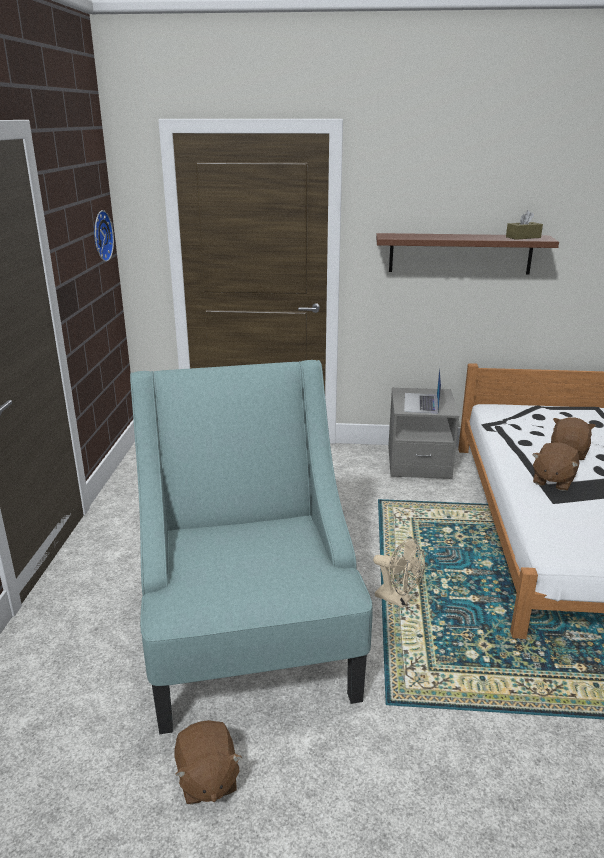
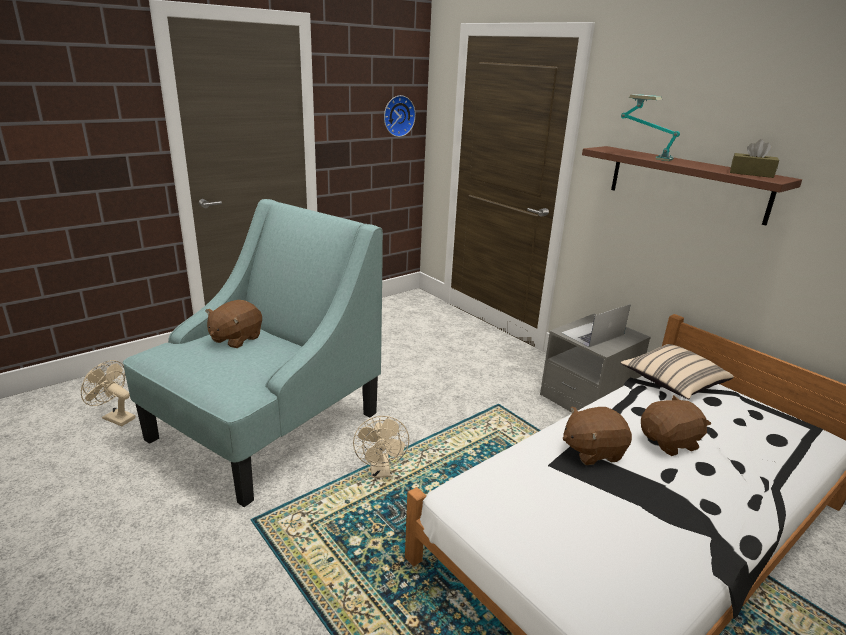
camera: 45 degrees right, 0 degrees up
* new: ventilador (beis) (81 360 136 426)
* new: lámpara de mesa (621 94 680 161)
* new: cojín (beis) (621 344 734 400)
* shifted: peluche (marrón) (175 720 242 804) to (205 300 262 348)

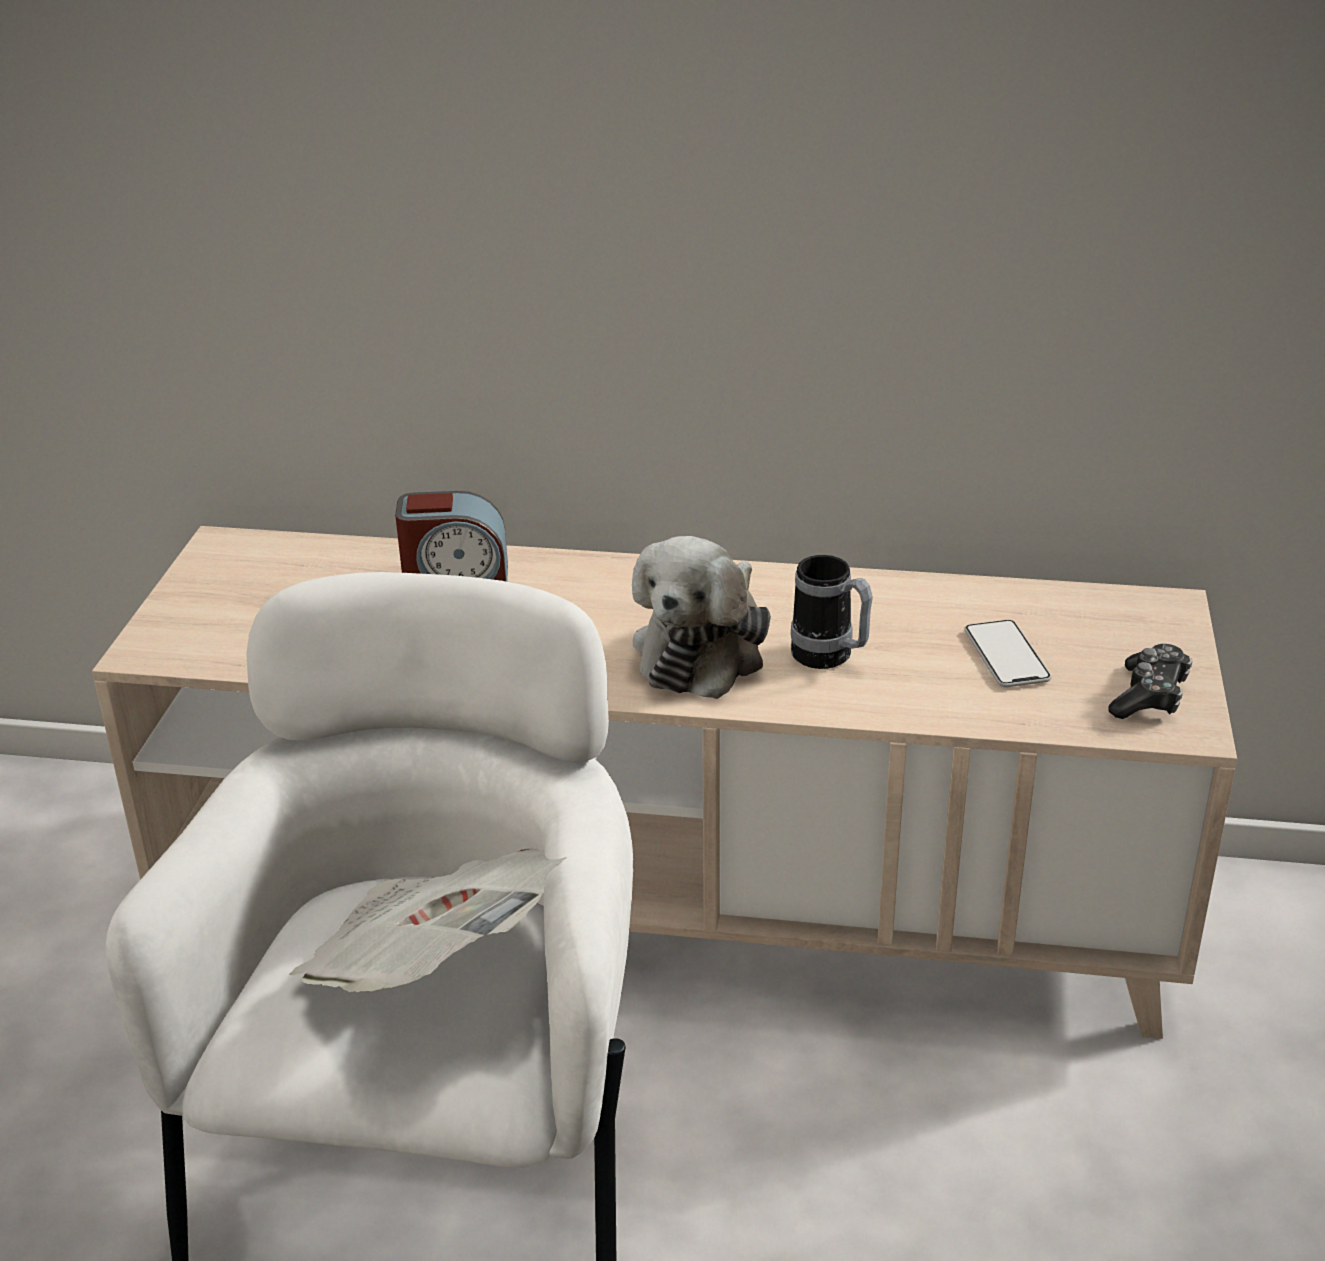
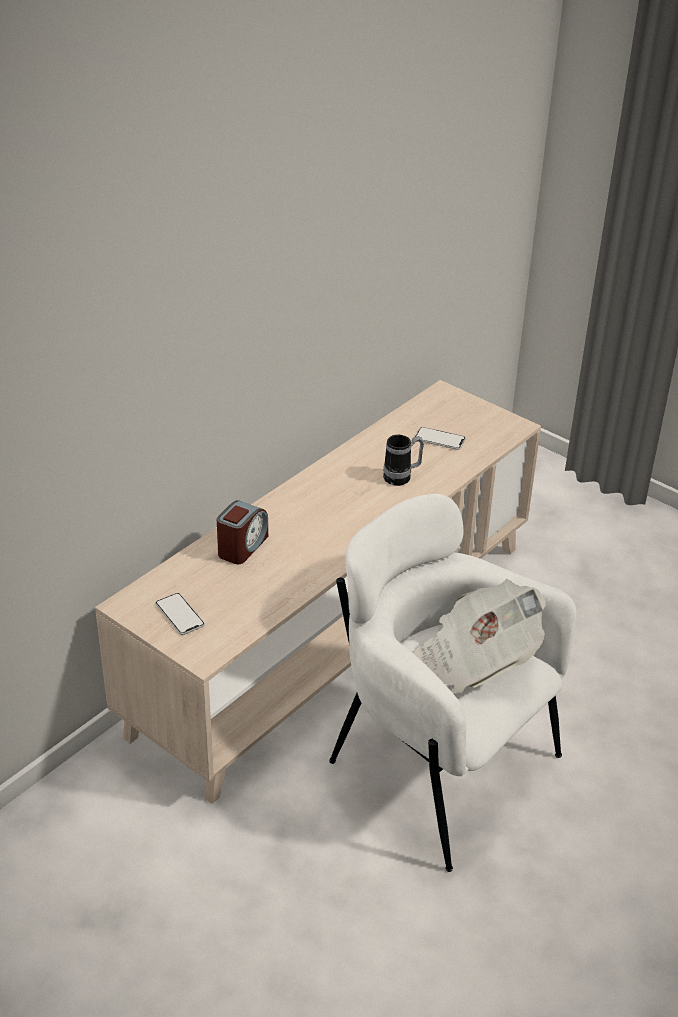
camera: 60 degrees left, 5 degrees up
* gone: peluche (632 536 771 699)
* gone: mando de consola (1108 644 1192 719)
* new: móvil (155 593 205 635)

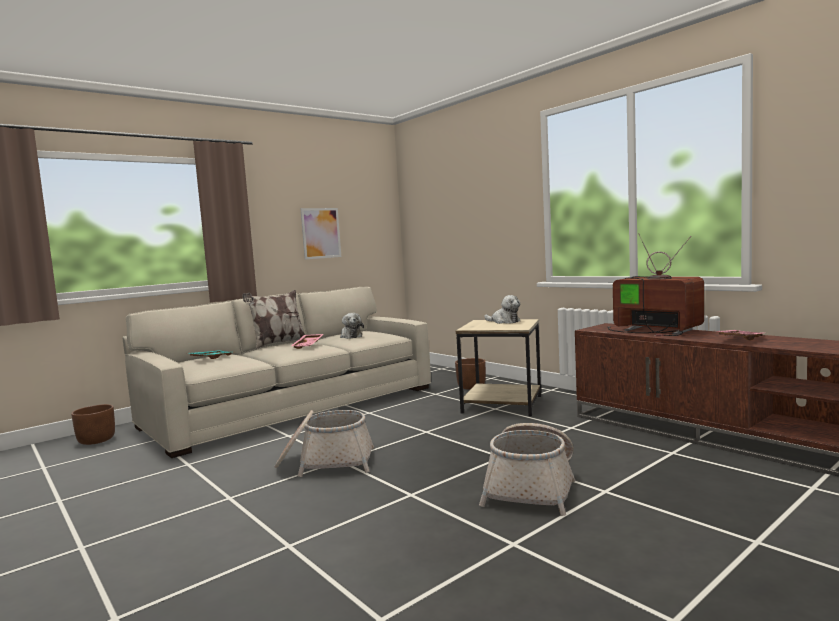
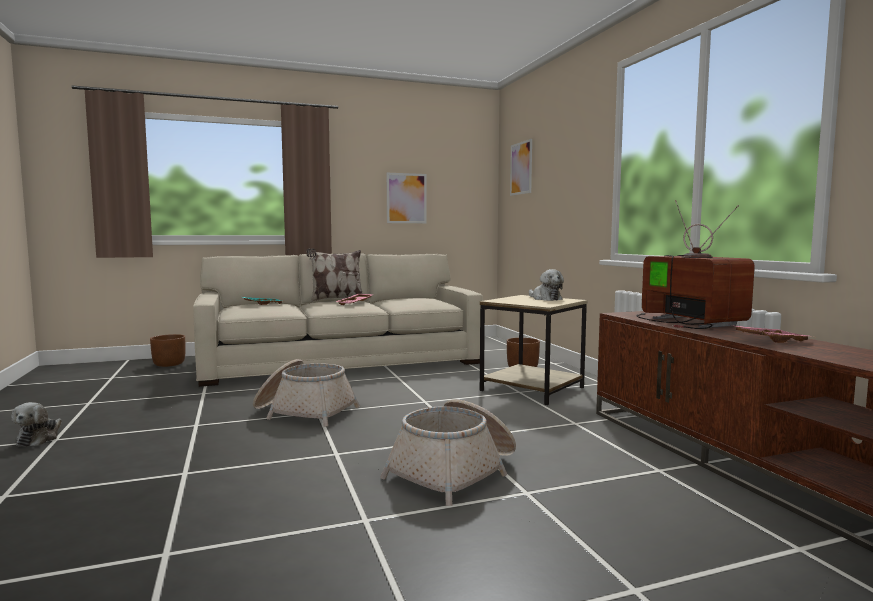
camera: 20 degrees right, 0 degrees up
* new: cuadro (510 139 532 196)
* shifted: peluche (340 313 364 339) to (11 402 62 447)

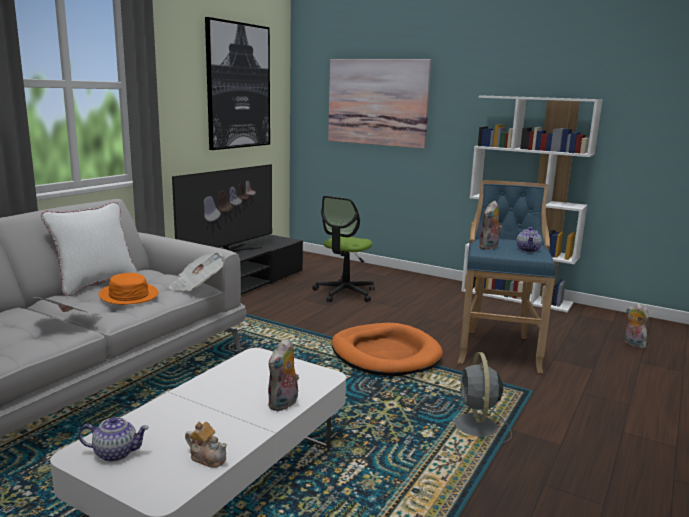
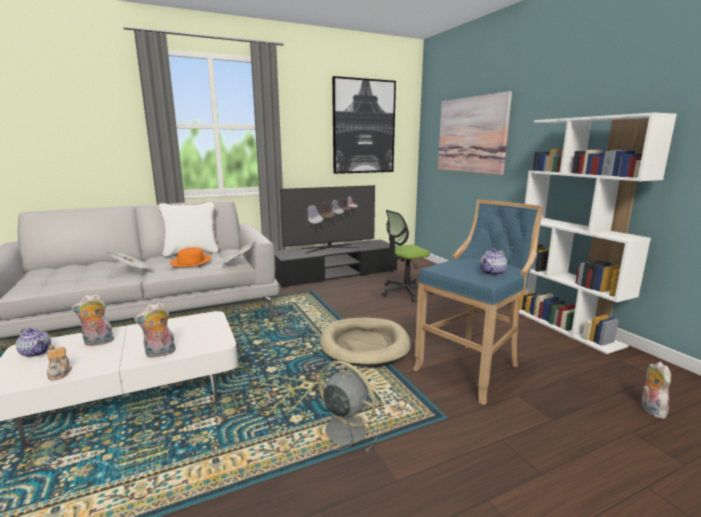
camera: 35 degrees right, 0 degrees up
* shifted: peluche (478 200 502 250) to (72 294 114 346)
* repainted: cama para perro (naranja) (332 323 443 376) to cama para perro (beis) (320 318 411 367)
* rotated: ventilador (gris) (445 352 512 443) = (319 361 379 452) 90 degrees clockwise

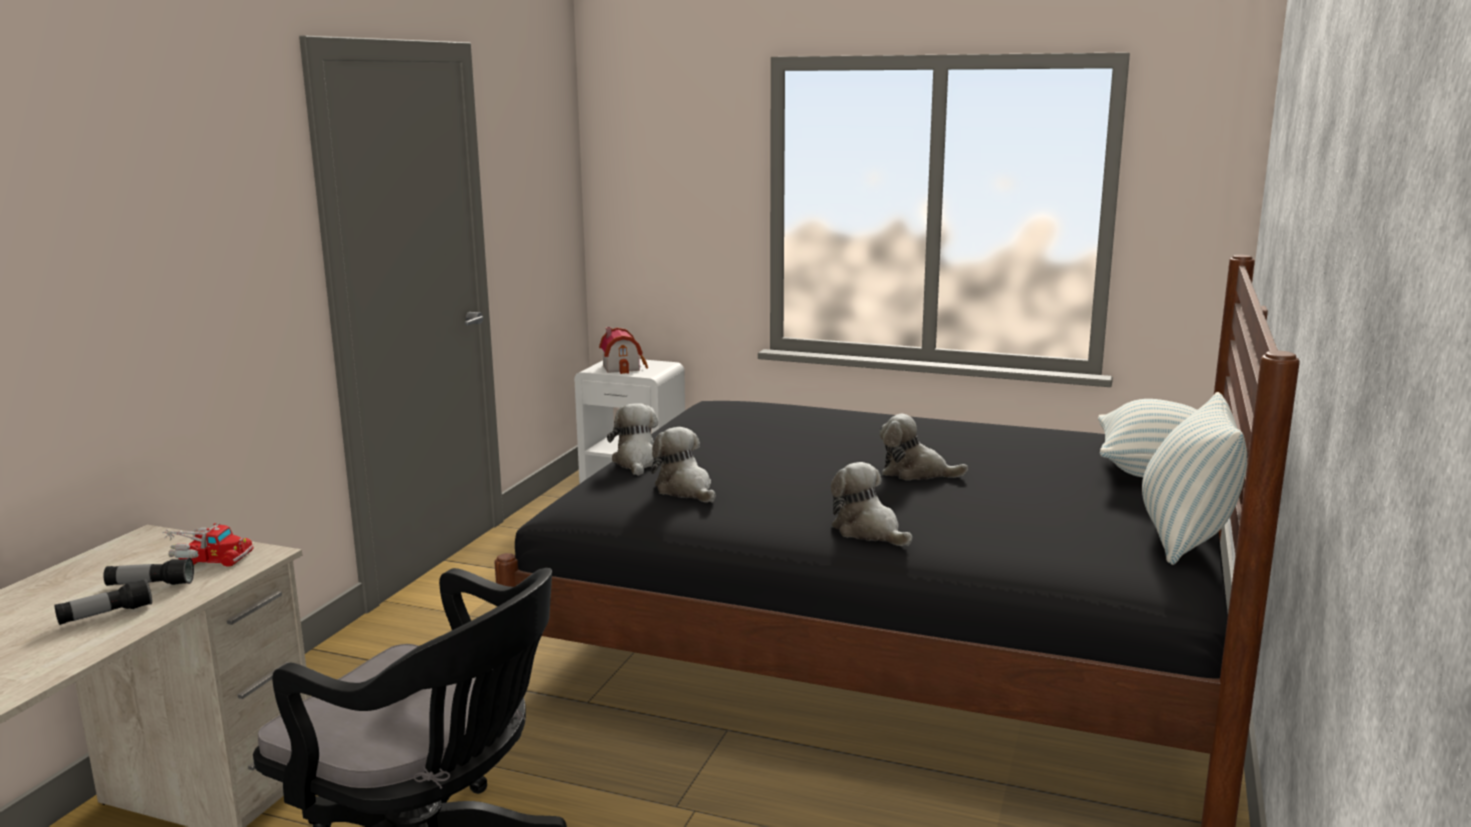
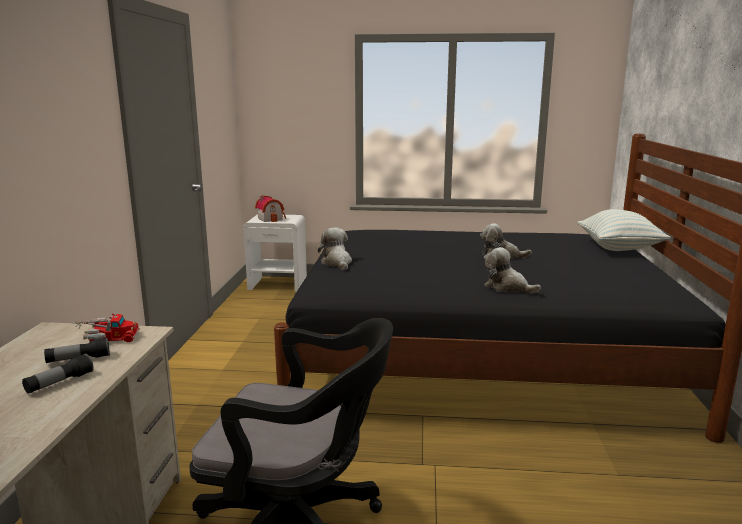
camera: 15 degrees left, 0 degrees up
* gone: peluche (651 427 716 503)
* gone: cojín (1142 392 1247 565)

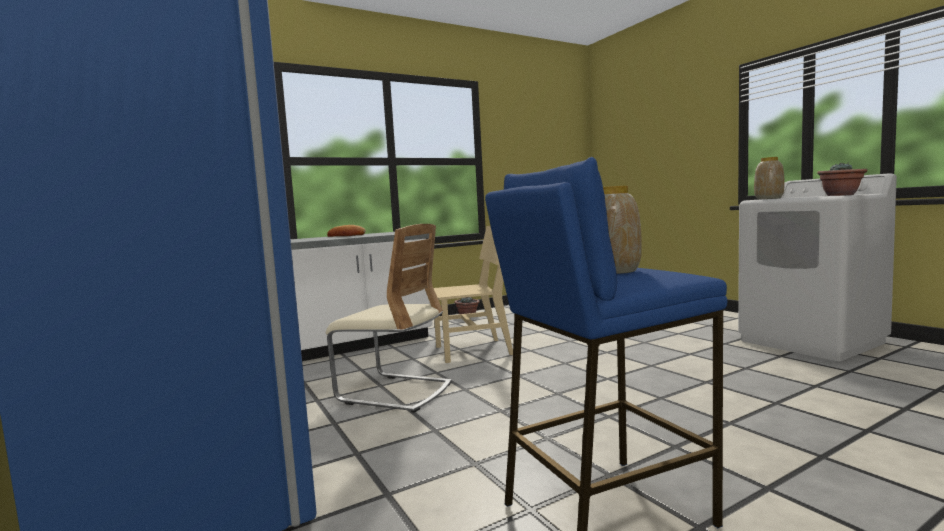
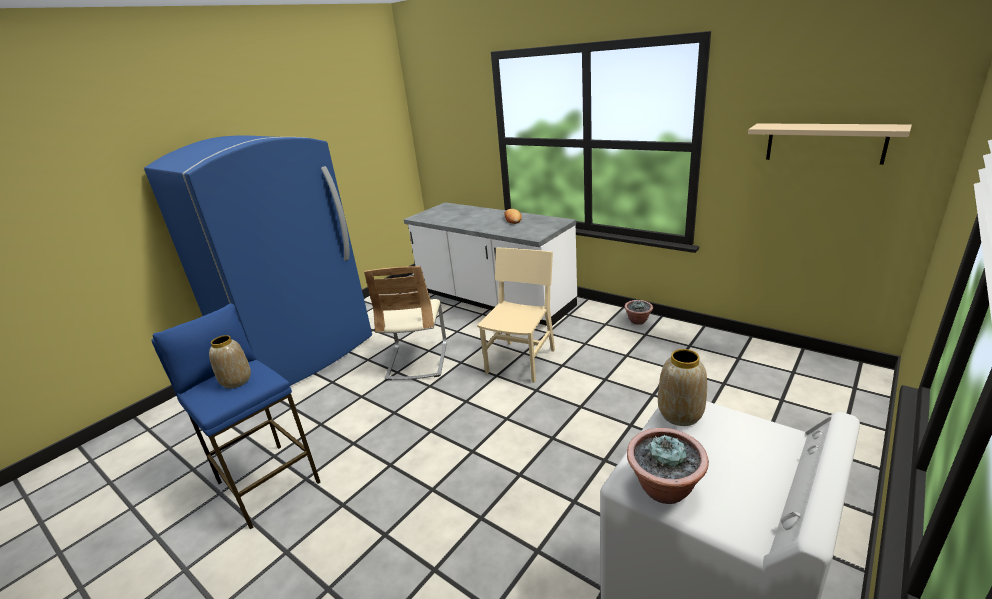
camera: 70 degrees right, 20 degrees up
* new: estante (beis) (748 123 912 165)
* rotated: silla (beis) (434 226 513 363) = (477 248 555 383) 120 degrees counterclockwise

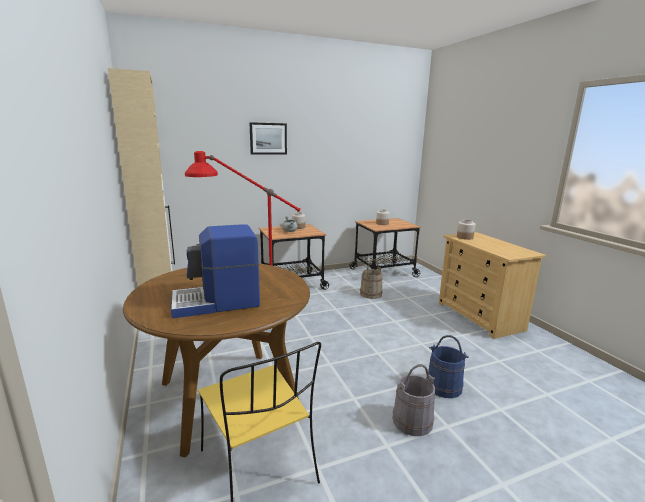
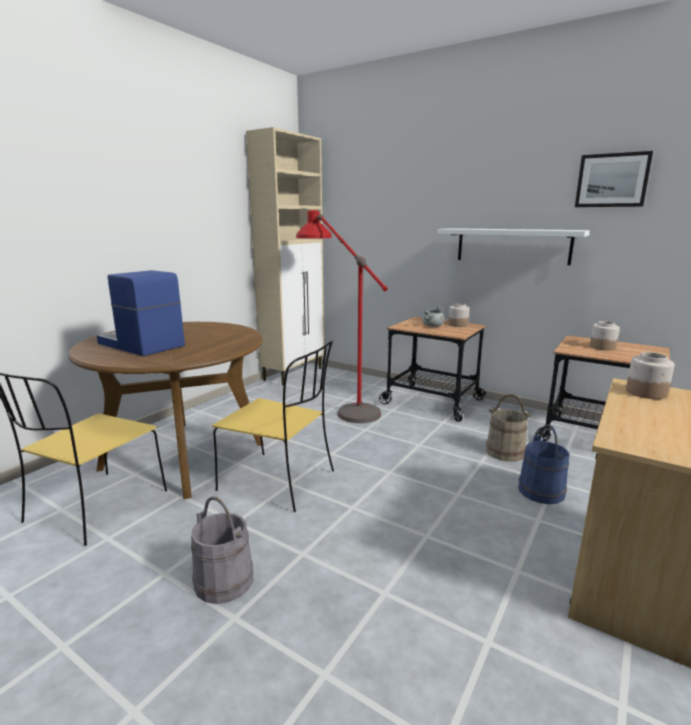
camera: 55 degrees right, 0 degrees up
* new: silla (amarillo) (212 341 334 512)
* new: estante (blanco) (437 228 590 265)
* shifted: cuadro (249 122 287 155) to (575 151 653 207)
* shifted: cubo (azul) (426 335 469 398) to (518 424 569 504)

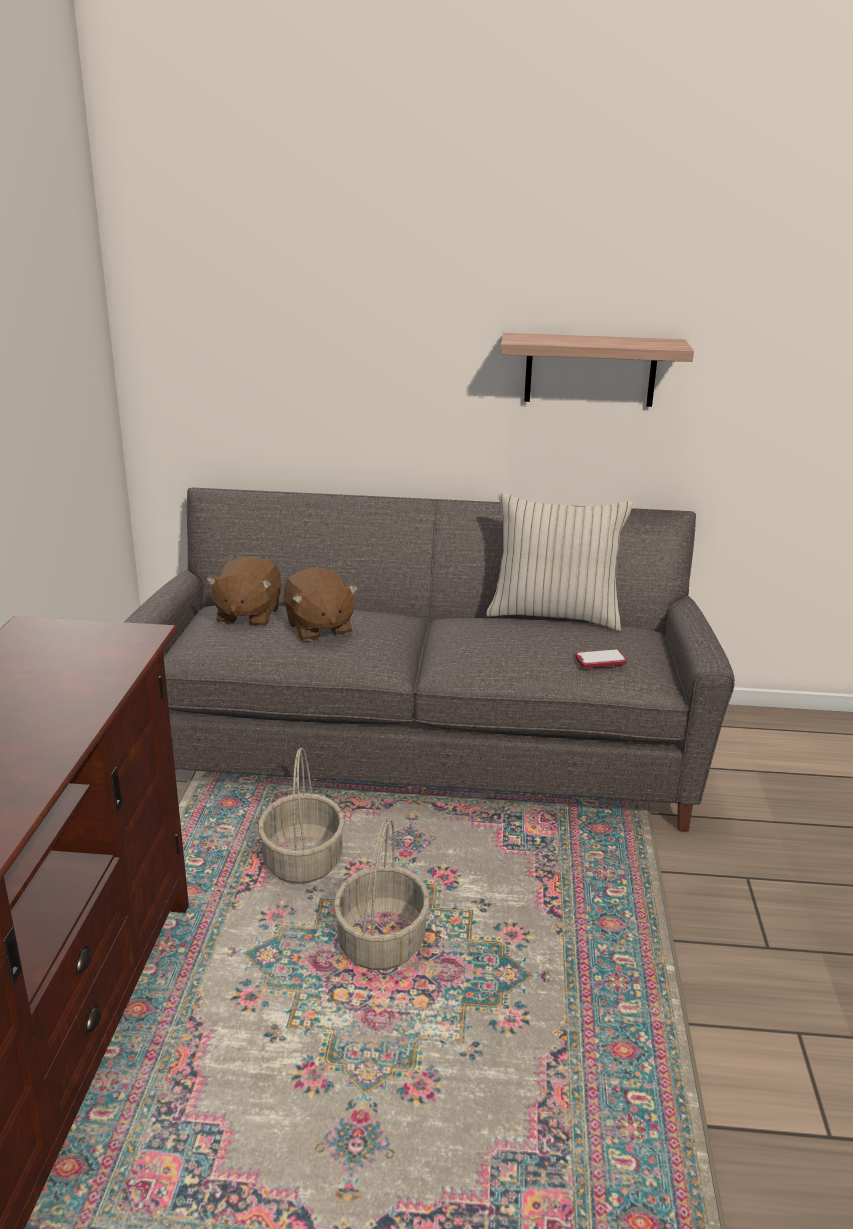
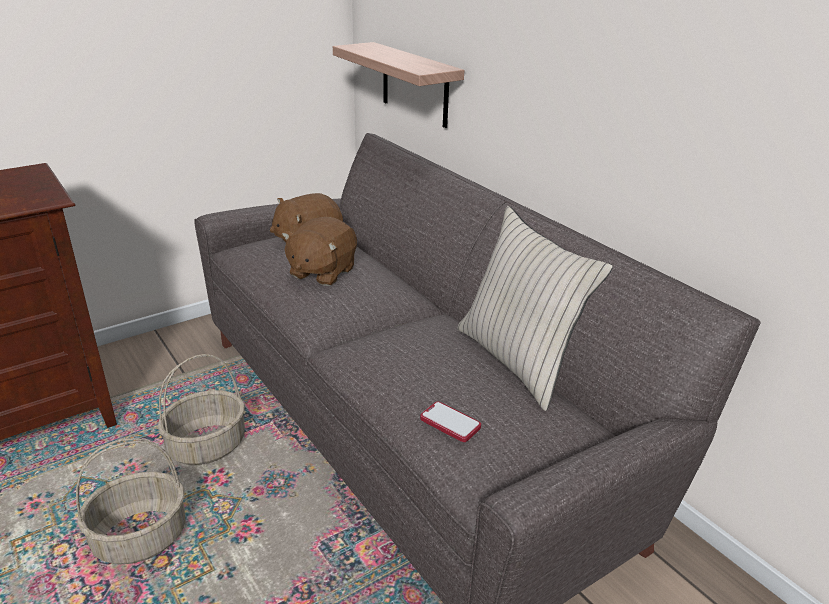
camera: 50 degrees right, 5 degrees up
* shifted: estante (501 333 694 407) to (333 42 464 128)

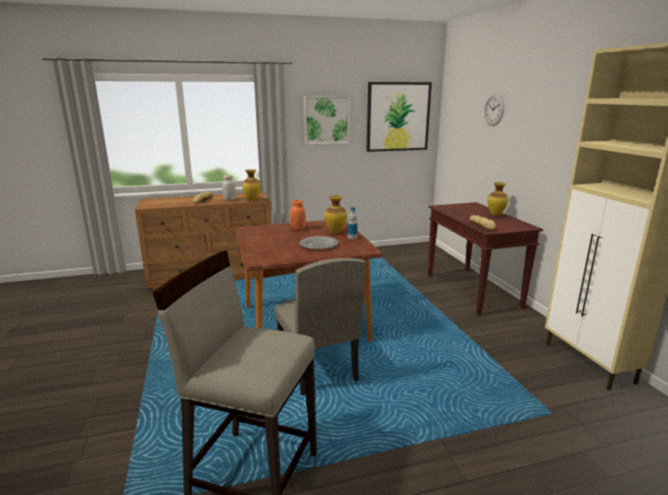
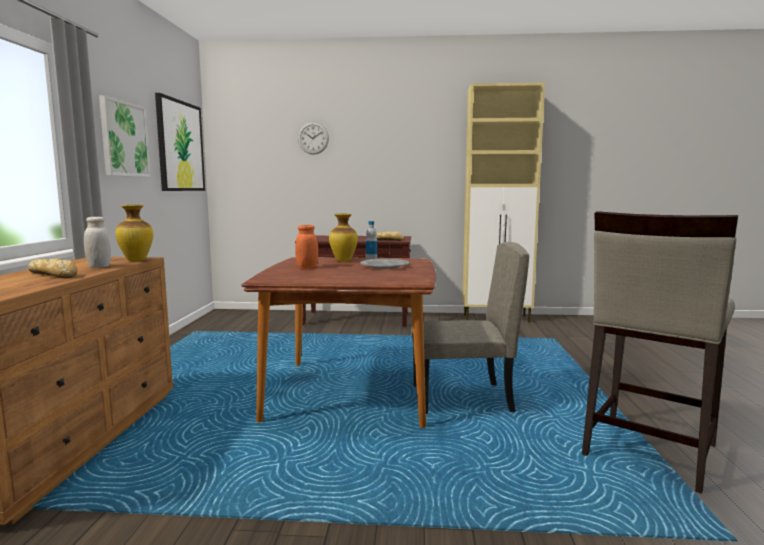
camera: 70 degrees left, 10 degrees down
* gone: florero (487 182 508 216)

